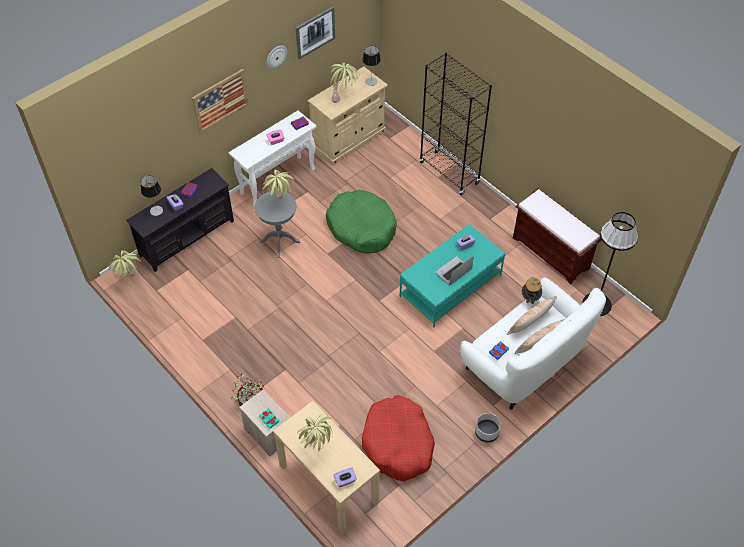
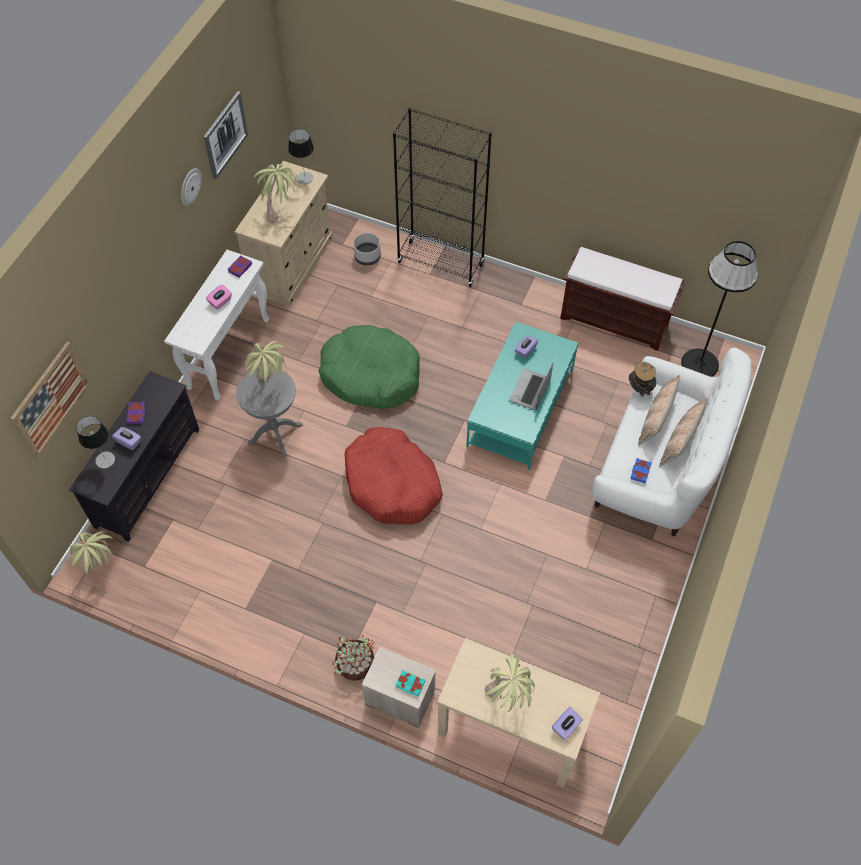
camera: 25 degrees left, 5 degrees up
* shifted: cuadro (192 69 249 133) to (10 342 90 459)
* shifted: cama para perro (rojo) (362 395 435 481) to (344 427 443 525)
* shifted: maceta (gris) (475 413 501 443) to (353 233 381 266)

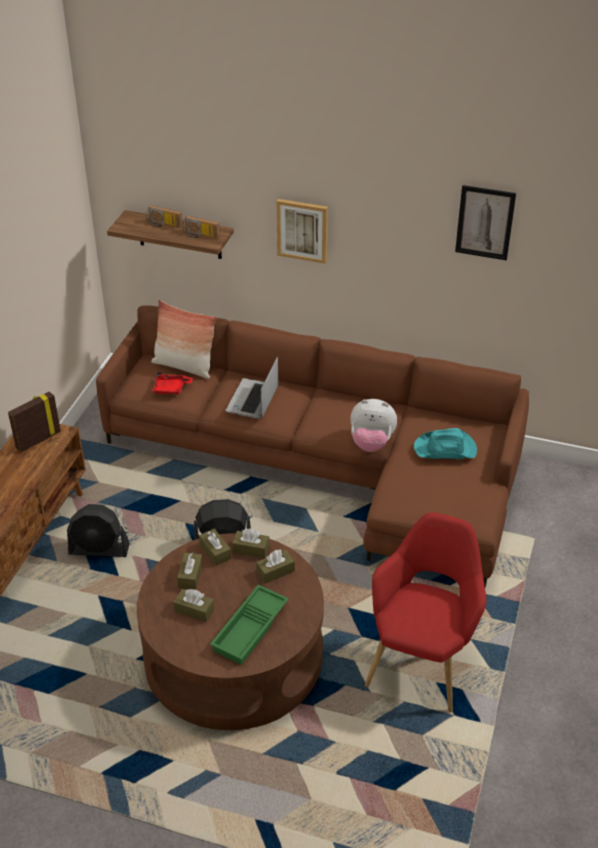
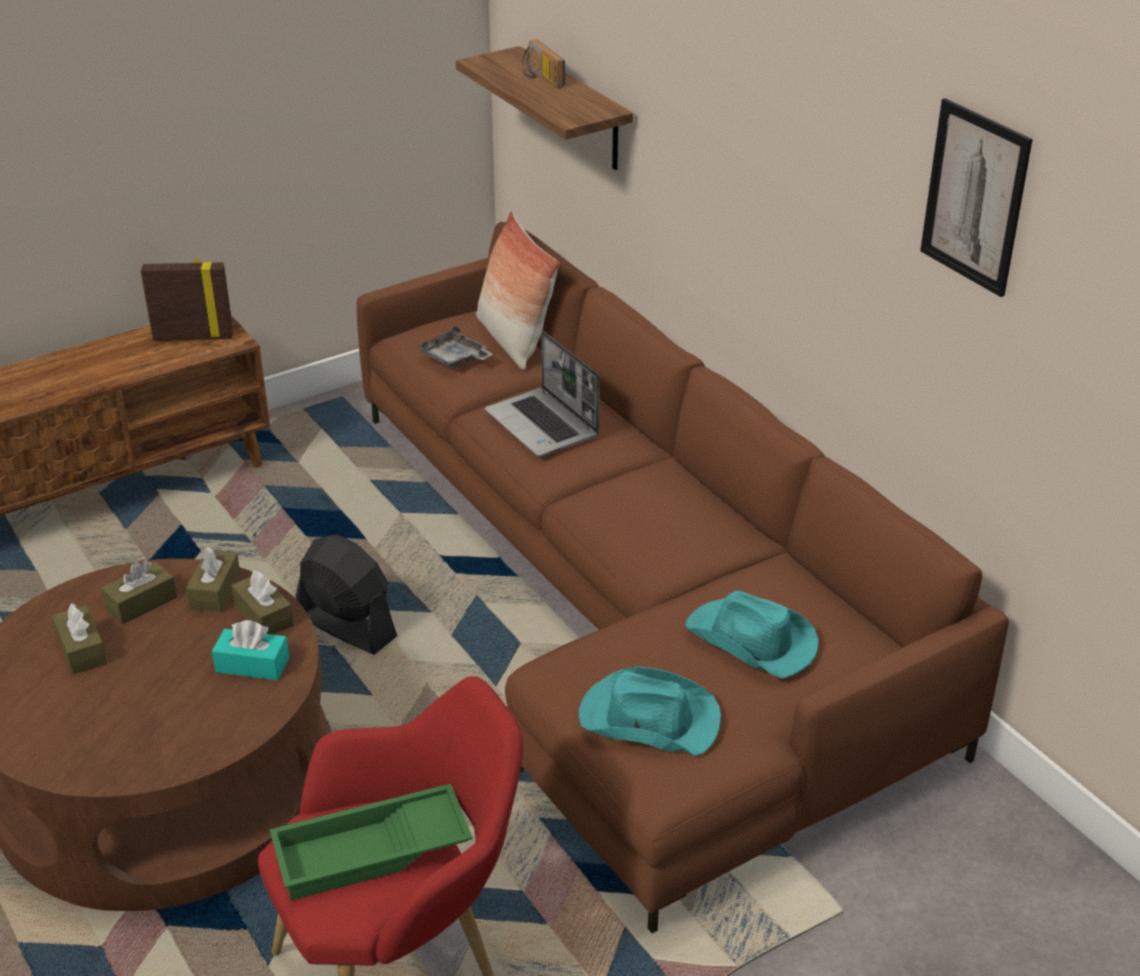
camera: 40 degrees right, 5 degrees down
* gone: ventilador (negro) (67 504 130 557)
* gone: radio (182 216 220 239)
* gone: cuadro (276 199 328 264)
* gone: peluche (350 399 397 452)
* new: sombrero (turquesa) (579 666 721 756)
* shifted: bandeja (verde) (210 585 289 665) to (270 784 473 901)
* repainted: bandeja (rojo) (151 372 193 394) to bandeja (gris) (417 326 493 369)
* repainted: caja de pañuelos (marrón) (256 550 295 584) to caja de pañuelos (turquesa) (212 620 289 680)
* rotated: portátil (225 357 279 419) = (485 331 600 456) 90 degrees counterclockwise

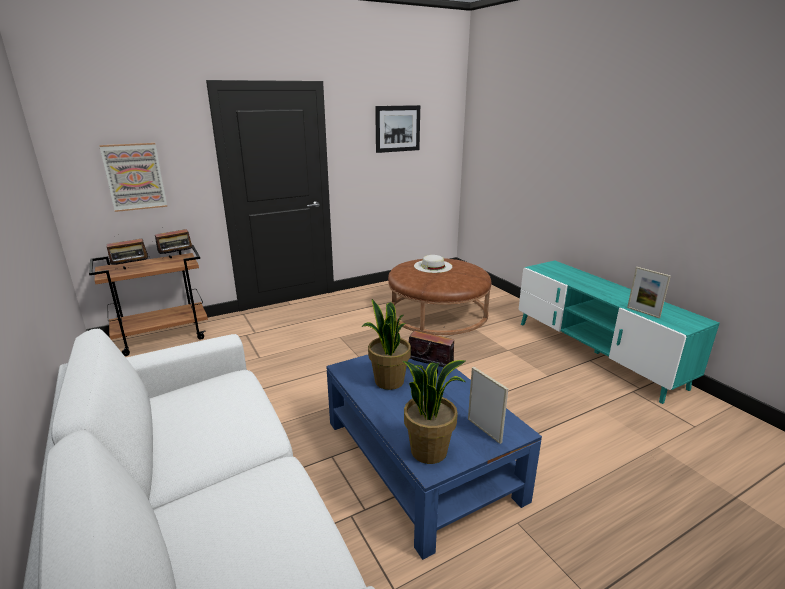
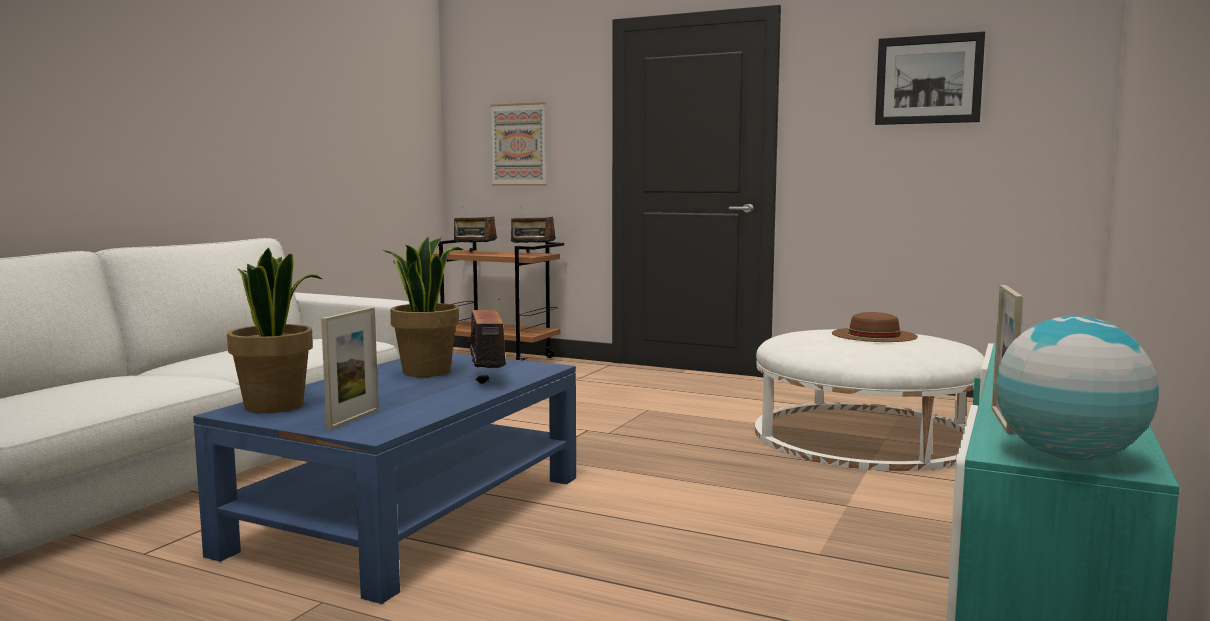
camera: 55 degrees right, 15 degrees down
* new: globo terráqueo (996 316 1159 461)
* repainted: puf (marrón) (388 258 491 335) to puf (blanco) (755 329 984 471)
* repainted: sombrero (blanco) (414 255 452 273) to sombrero (marrón) (832 312 918 342)

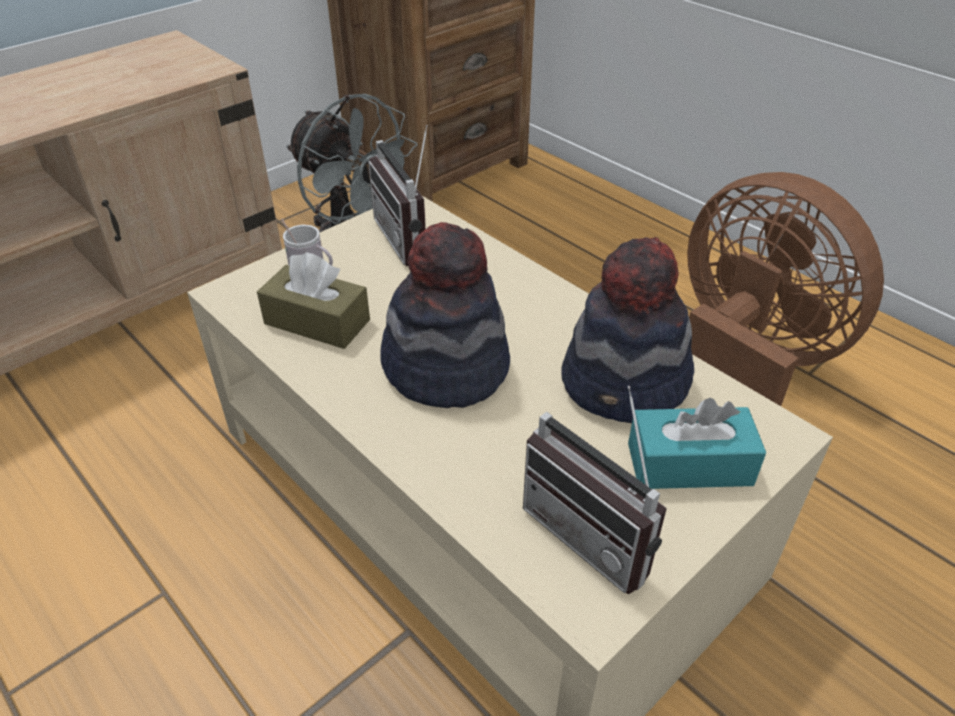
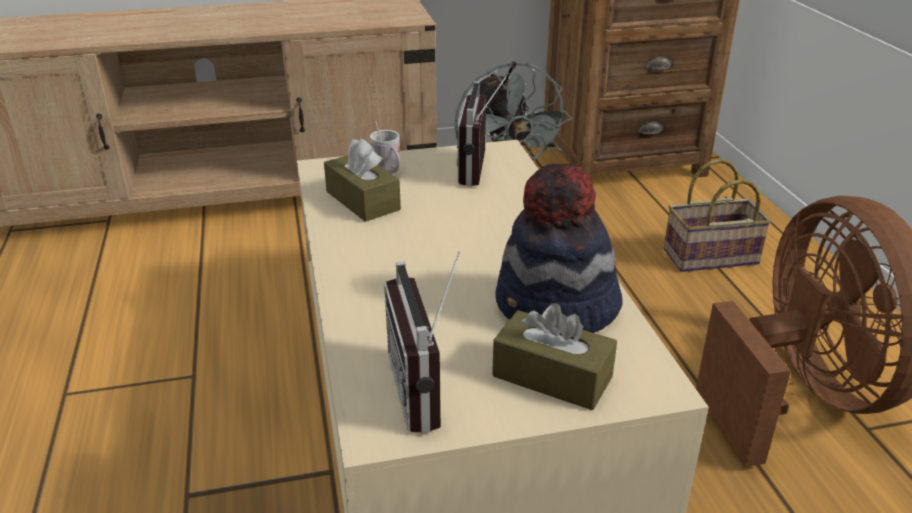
camera: 30 degrees right, 10 degrees down
* gone: sombrero (380 222 510 408)
* new: cesta (664 159 771 272)
* repainted: caja de pañuelos (turquesa) (628 398 766 489) to caja de pañuelos (marrón) (492 303 617 410)

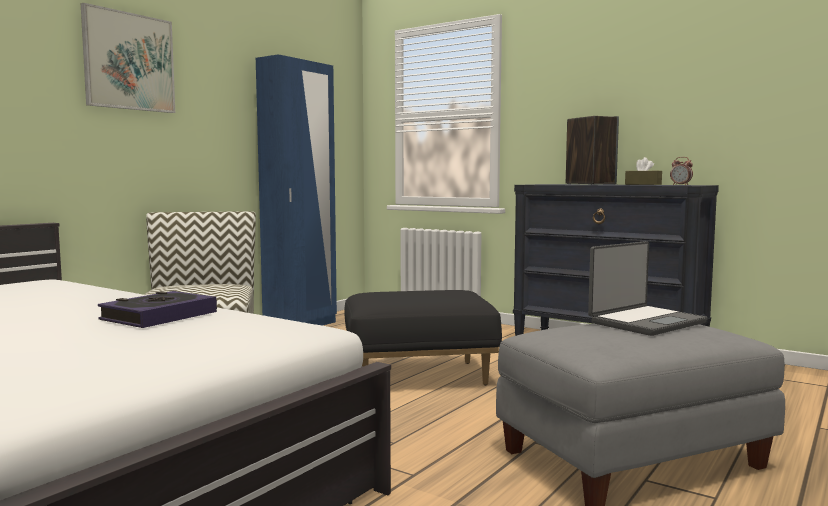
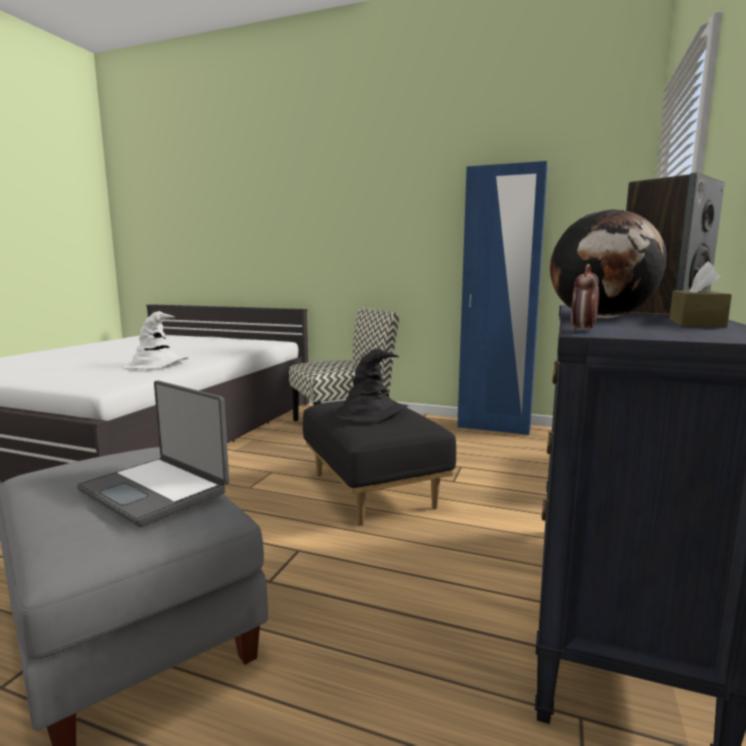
camera: 75 degrees right, 5 degrees up
* gone: cuadro (81 3 175 113)
* new: sombrero (negro) (334 348 408 422)
* new: globo terráqueo (550 209 667 318)
* swapped: libro (98 291 217 328) to sombrero (blanco) (123 311 188 369)

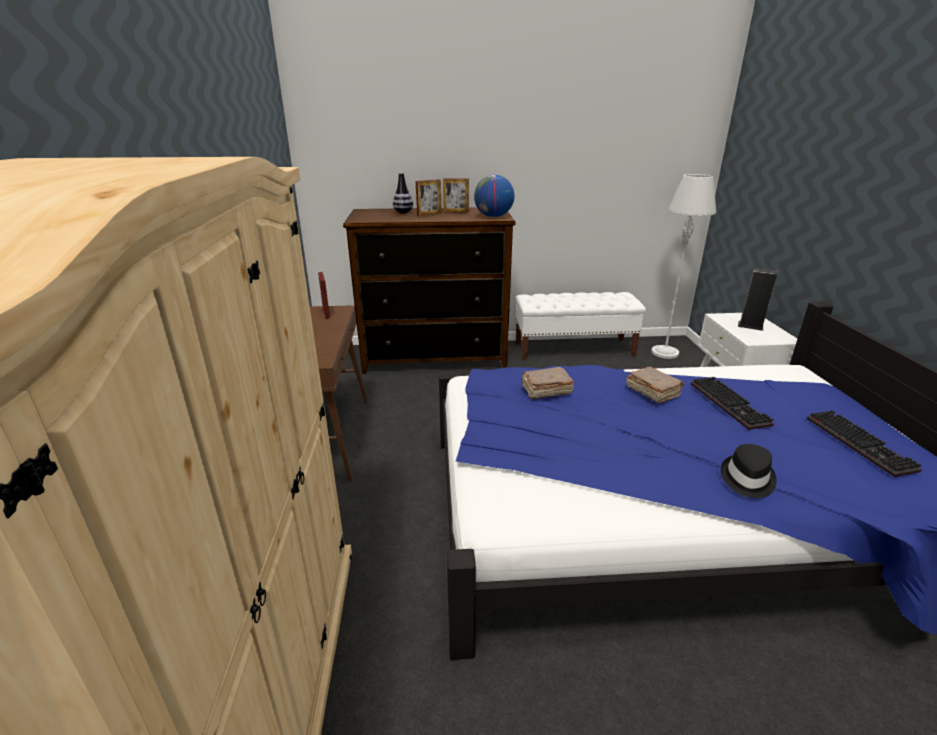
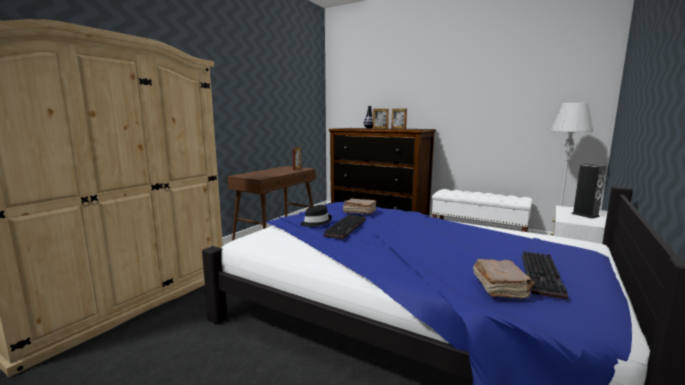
camera: 35 degrees right, 15 degrees down
* gone: globo terráqueo (474 175 514 217)
* shifted: libro (marrón) (626 366 685 403) to (473 259 534 299)
* shifted: teclado (691 377 774 430) to (323 214 366 239)
* shifted: sombrero (negro) (721 444 777 498) to (300 205 332 227)

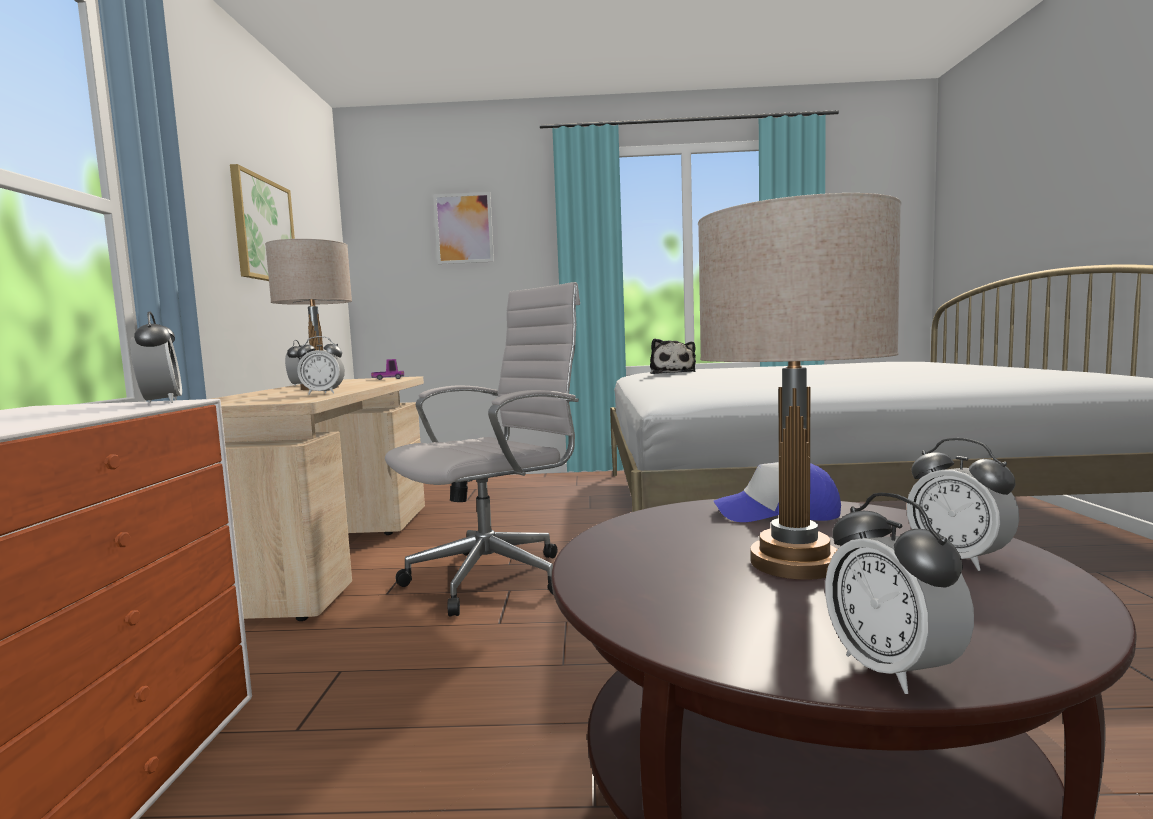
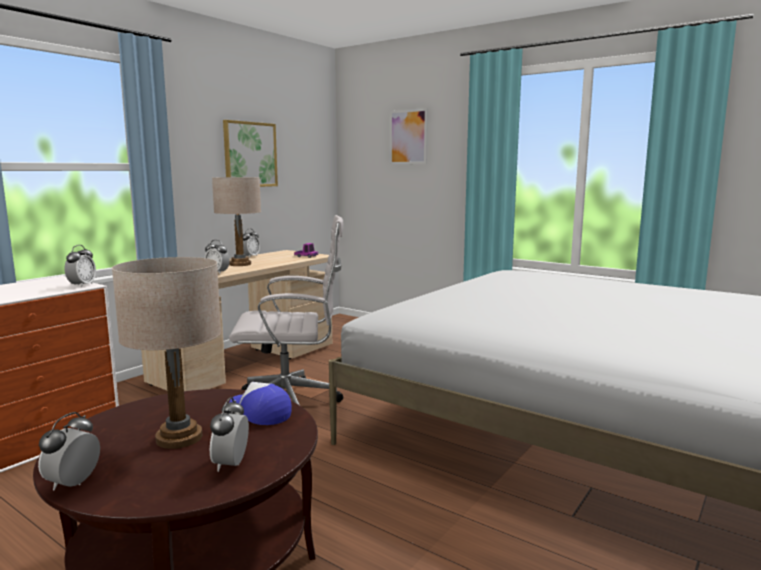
camera: 35 degrees right, 5 degrees up
* gone: peluche (650 338 696 374)

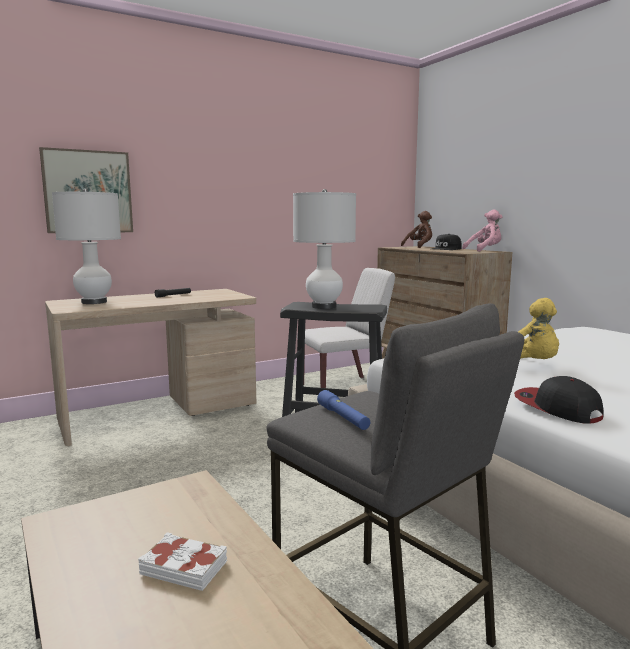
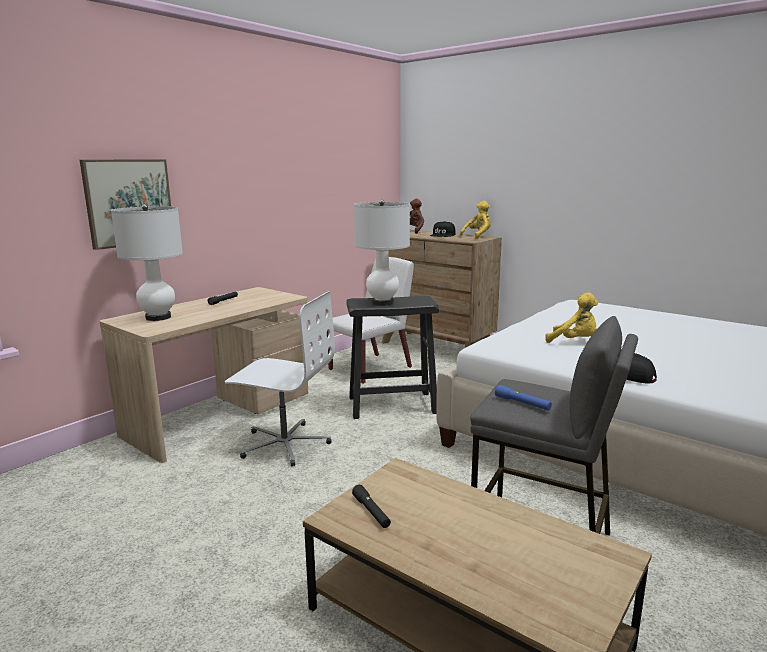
camera: 20 degrees left, 5 degrees up
* gone: libro (blanco) (138 532 227 591)
* new: silla de oficina (blanco) (225 291 335 466)
* new: linterna (negro) (352 485 391 528)
* repainted: peluche (rosa) (462 209 502 252) to peluche (amarillo) (460 201 490 239)

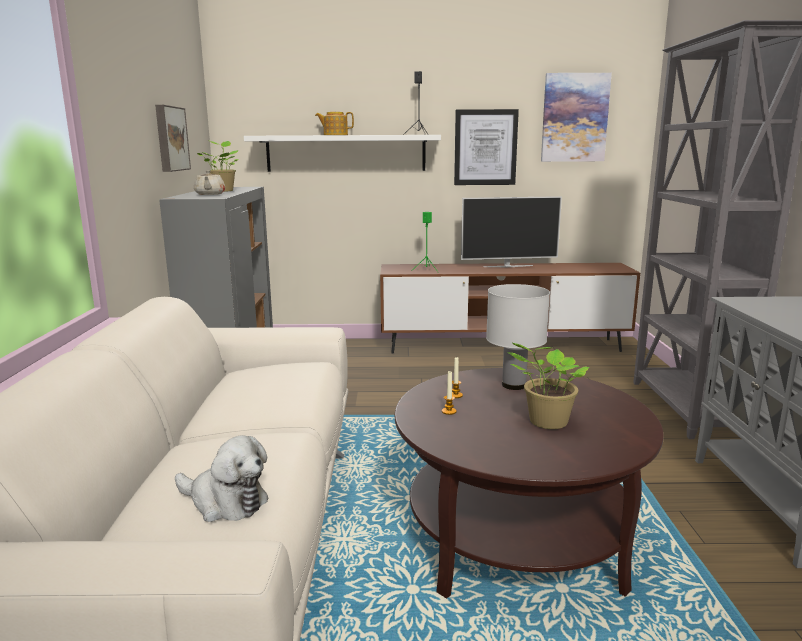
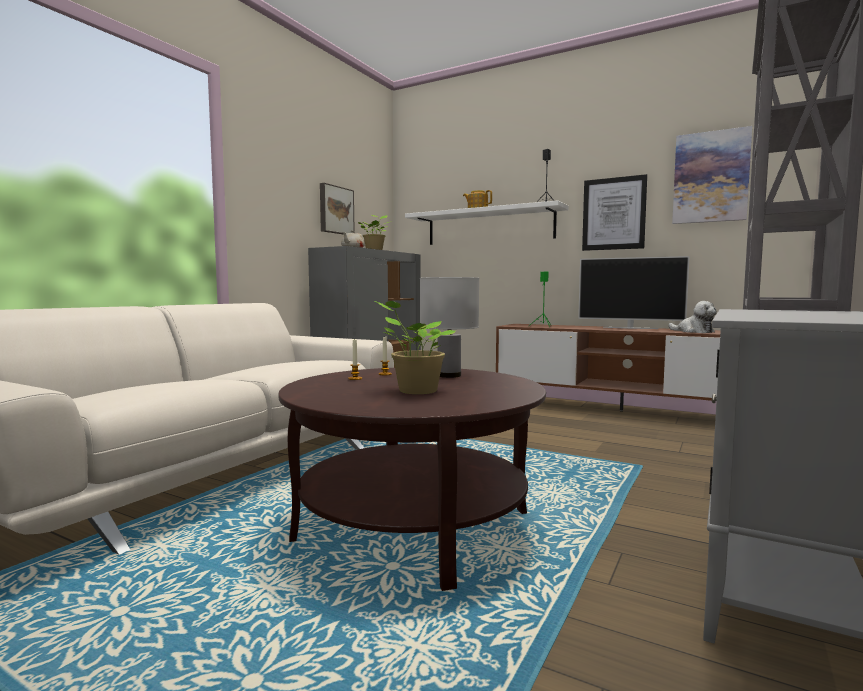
camera: 30 degrees right, 10 degrees down
* shifted: peluche (175 435 269 522) to (669 301 717 333)

